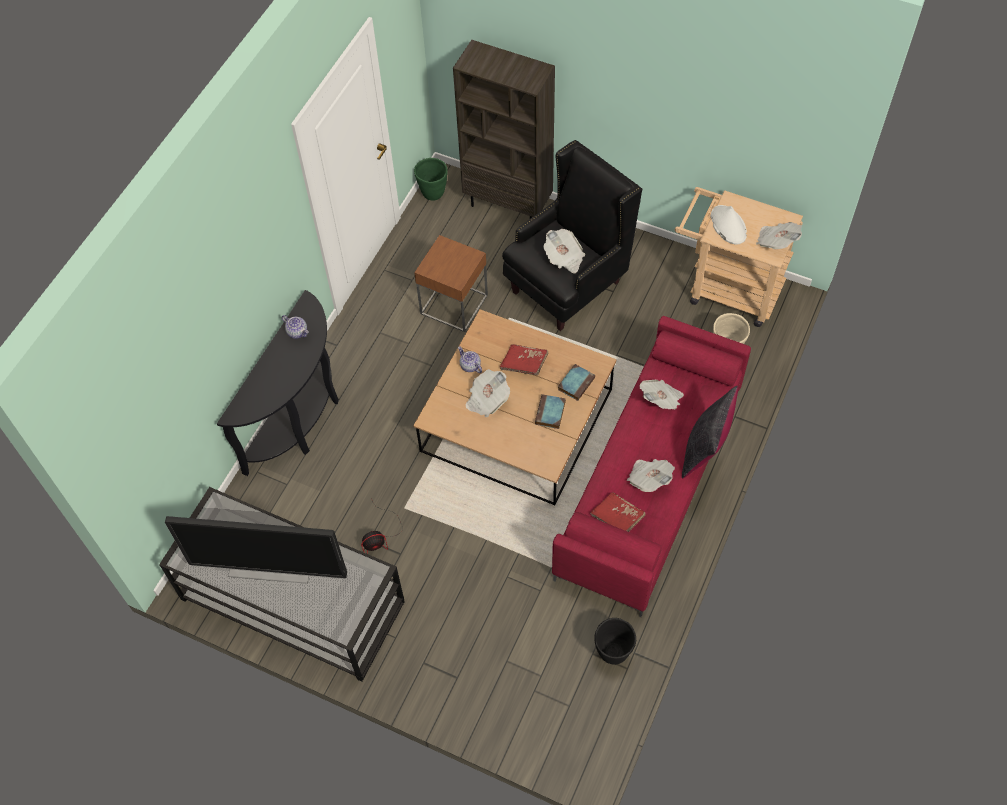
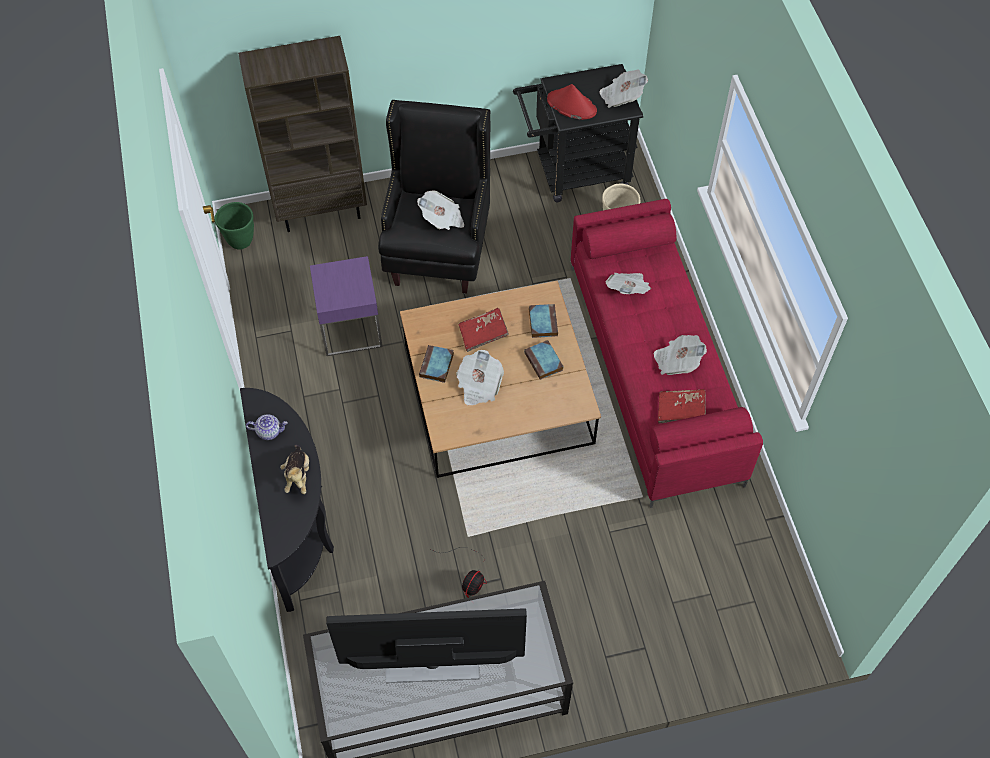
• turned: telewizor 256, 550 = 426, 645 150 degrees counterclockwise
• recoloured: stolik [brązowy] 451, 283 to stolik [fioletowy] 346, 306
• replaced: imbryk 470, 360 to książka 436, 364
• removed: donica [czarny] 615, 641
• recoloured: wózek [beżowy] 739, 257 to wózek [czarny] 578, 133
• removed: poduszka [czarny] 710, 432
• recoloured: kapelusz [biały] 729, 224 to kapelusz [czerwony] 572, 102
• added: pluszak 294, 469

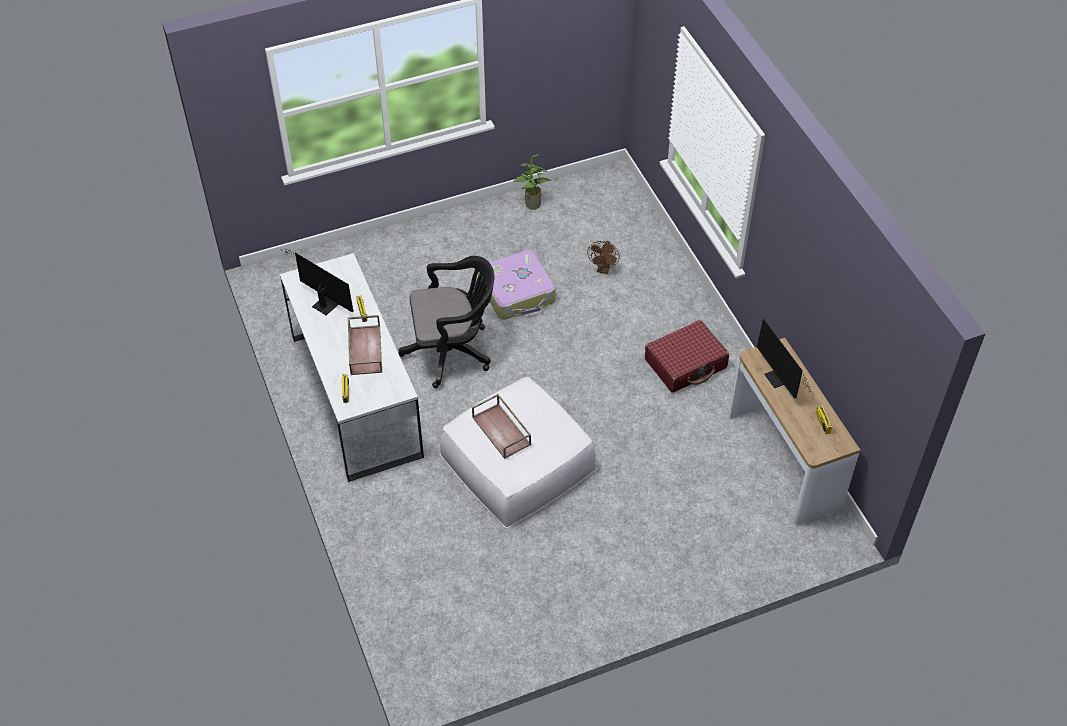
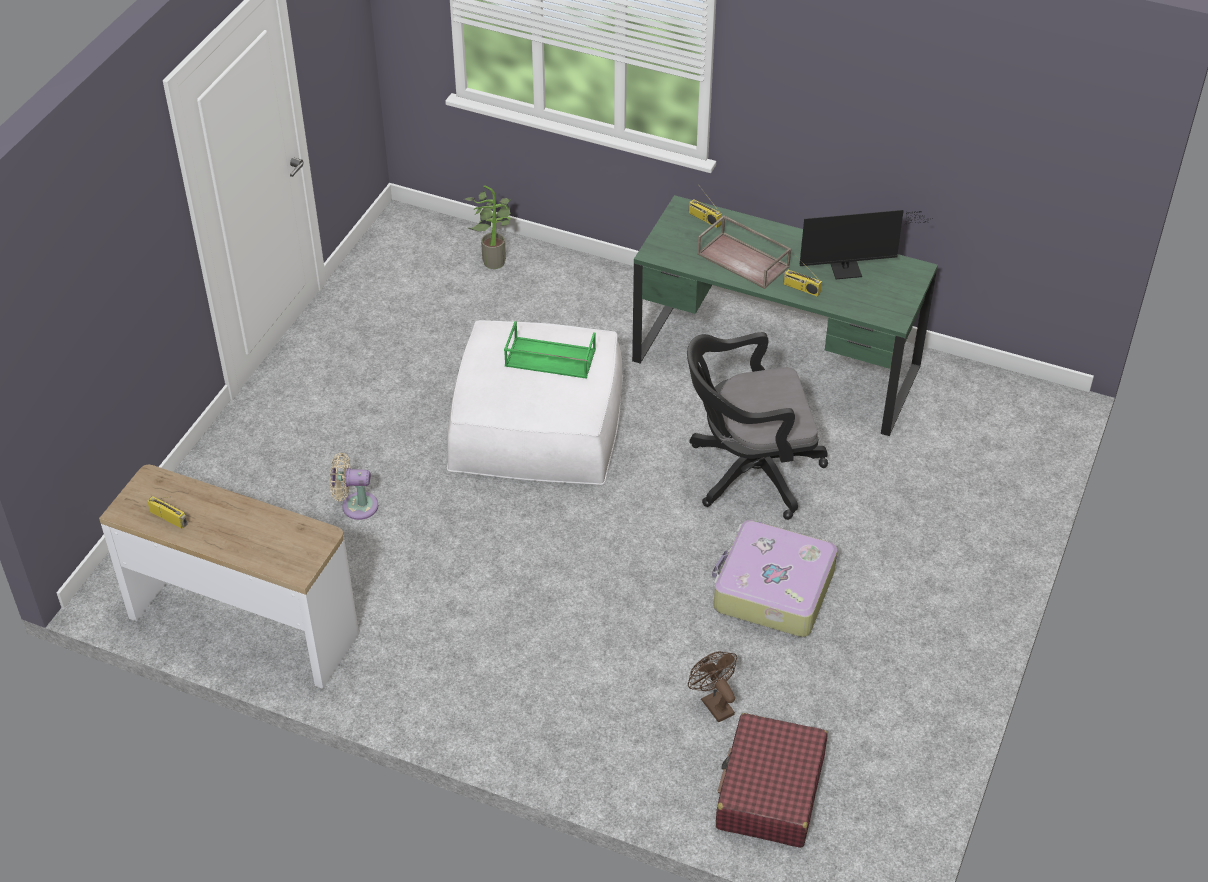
• recoloured: biurko [biały] 352, 367 to biurko [zielony] 785, 315
• turned: krzesło biurowe [czarny] 446, 322 = 757, 426 45 degrees clockwise
• recoloured: taca [brązowy] 501, 426 to taca [zielony] 550, 350
• moved: roślina doniczkowa 532, 182 to 487, 227
• moved: walizka [czerwony] 687, 356 to 772, 780
• removed: monitor 784, 358
• added: wentylator [beżowy] 354, 486

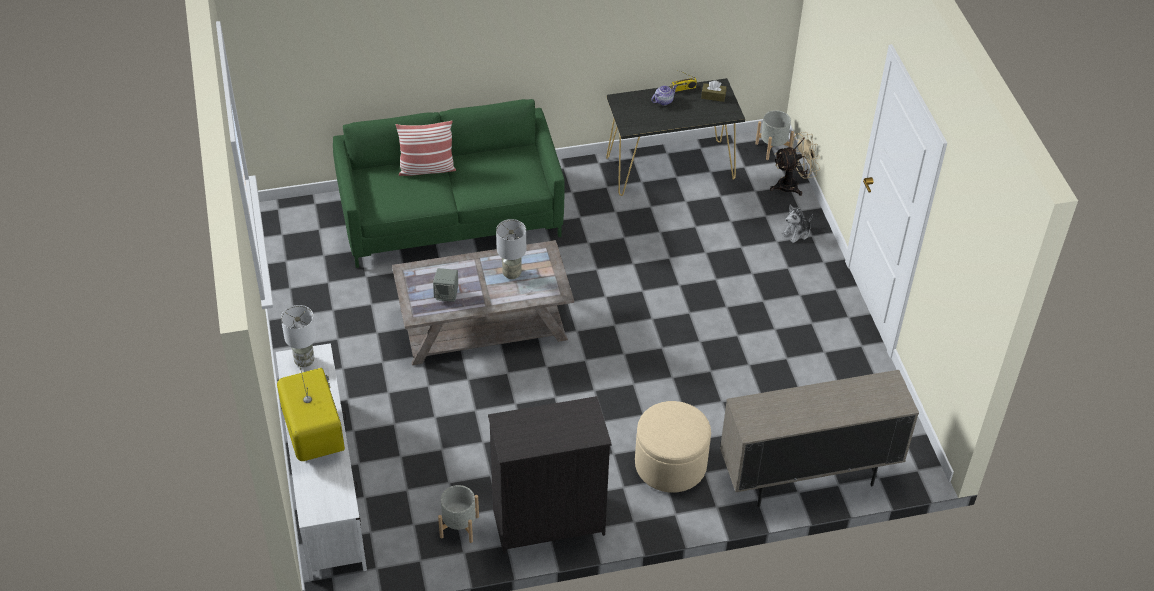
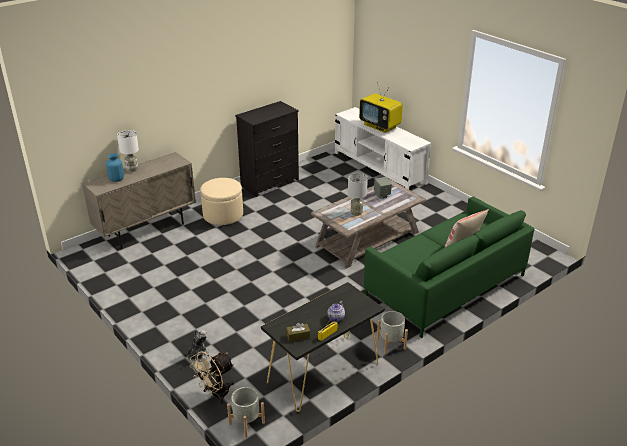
• moved: lampa stołowa [biały] 298, 336 to 128, 151
• moved: donica [szary] 458, 514 to 392, 332
• added: wazon [niebieski] 115, 167

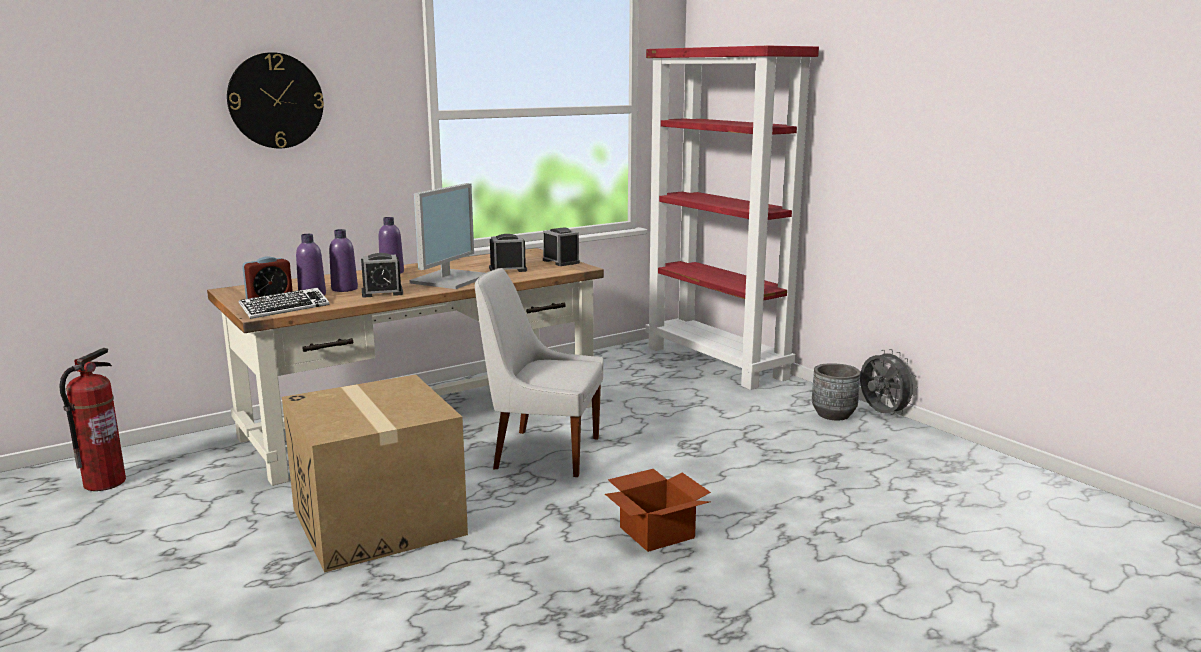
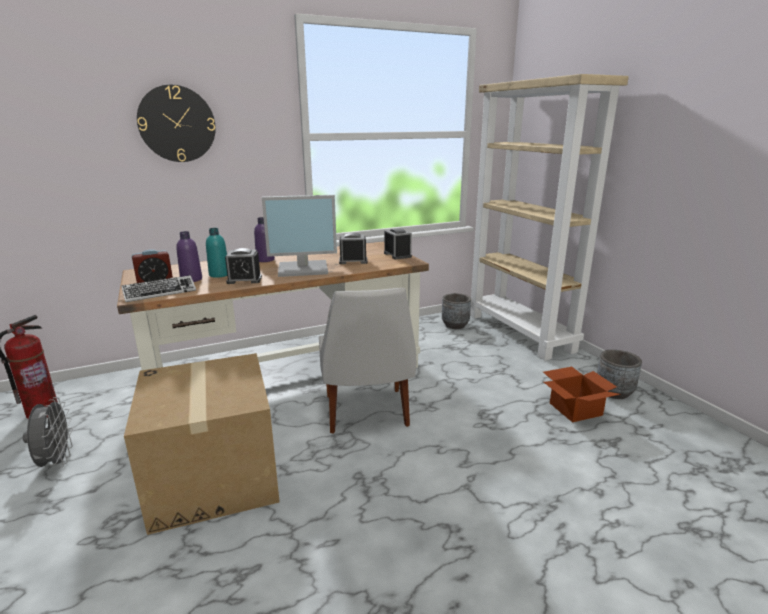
• recoloured: butelka [fioletowy] 343, 260 to butelka [turkusowy] 216, 253
• turned: monitor 447, 236 = 299, 236 45 degrees clockwise
• turned: krzesło [biały] 539, 372 = 367, 360 120 degrees counterclockwise
• moved: karton 658, 510 to 581, 394
• recoloured: regał [czerwony] 732, 218 to regał [beżowy] 549, 217
• moved: wentylator [szary] 889, 382 to 48, 432
• added: donica [szary] 456, 311

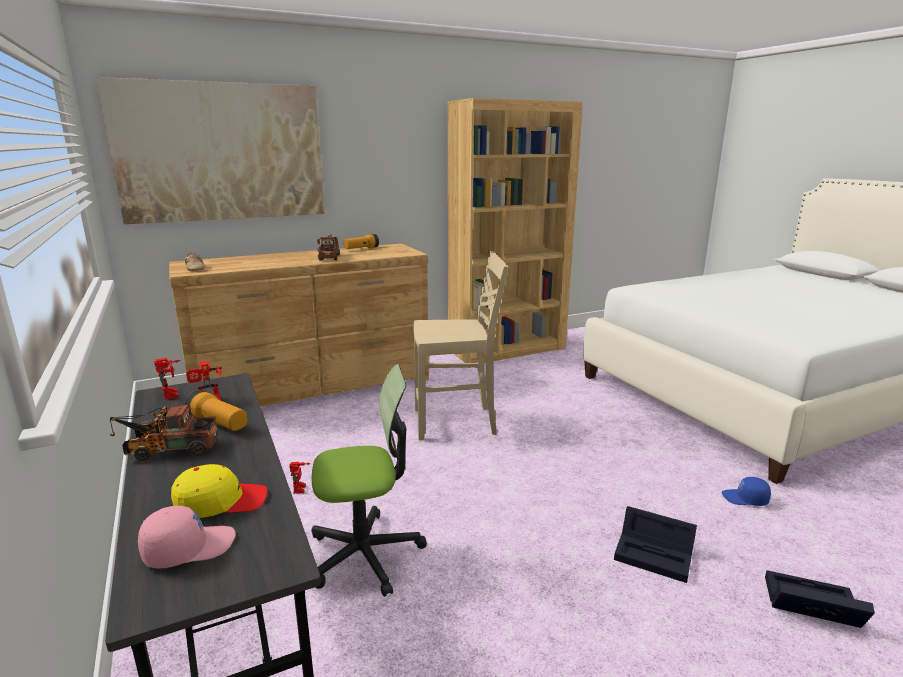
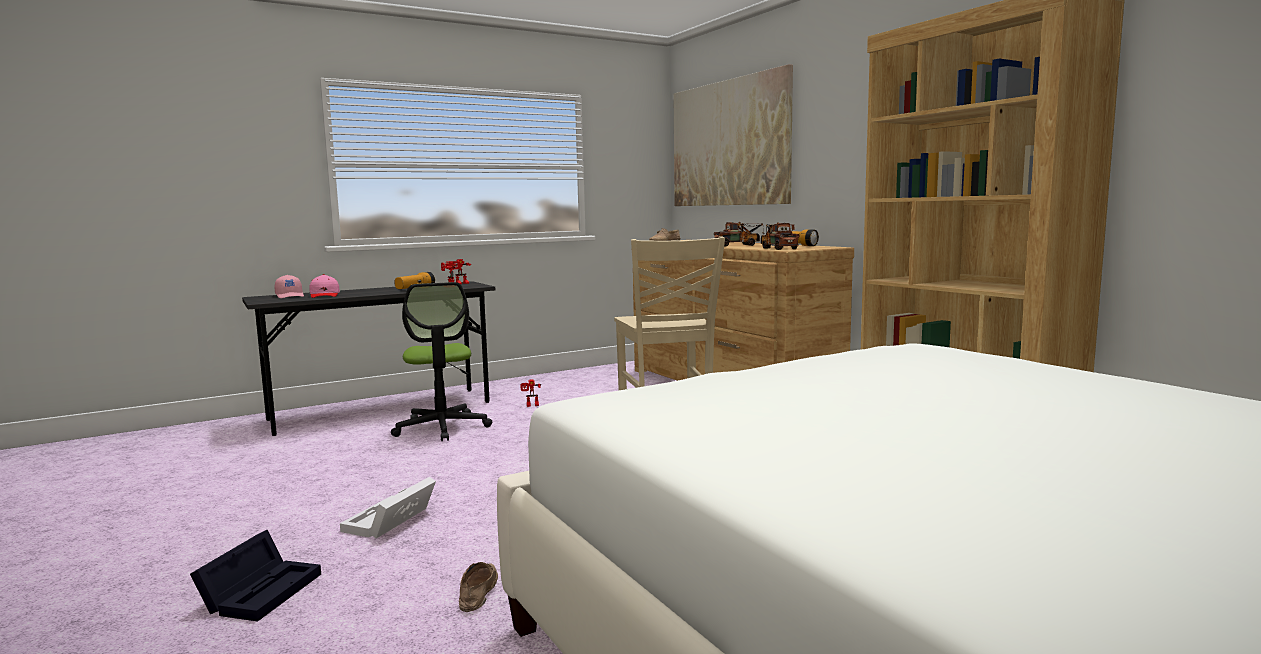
• moved: ciężarówka zabawkowa 164, 432 to 779, 236
• recoloured: czapka z daszkiem [żółty] 219, 491 to czapka z daszkiem [różowy] 324, 286
• recoloured: pojemnik do przechowywania [czarny] 655, 544 to pojemnik do przechowywania [biały] 388, 507
• replaced: czapka z daszkiem [niebieski] 746, 491 to but [beżowy] 478, 587

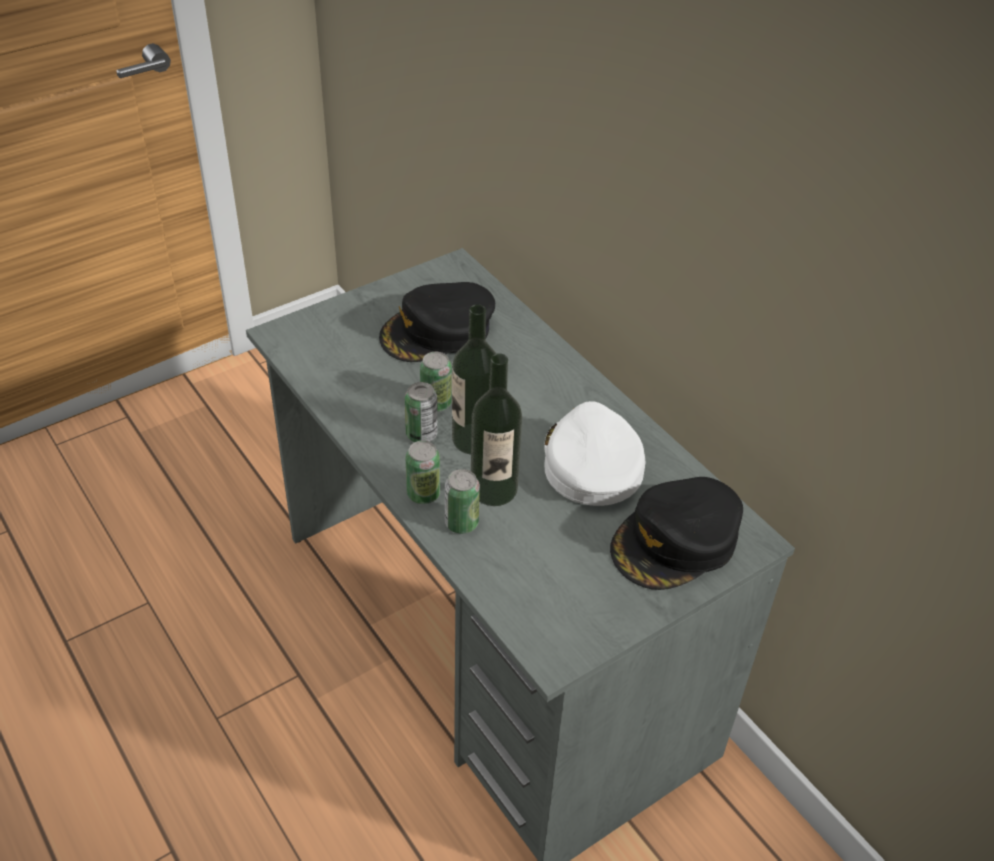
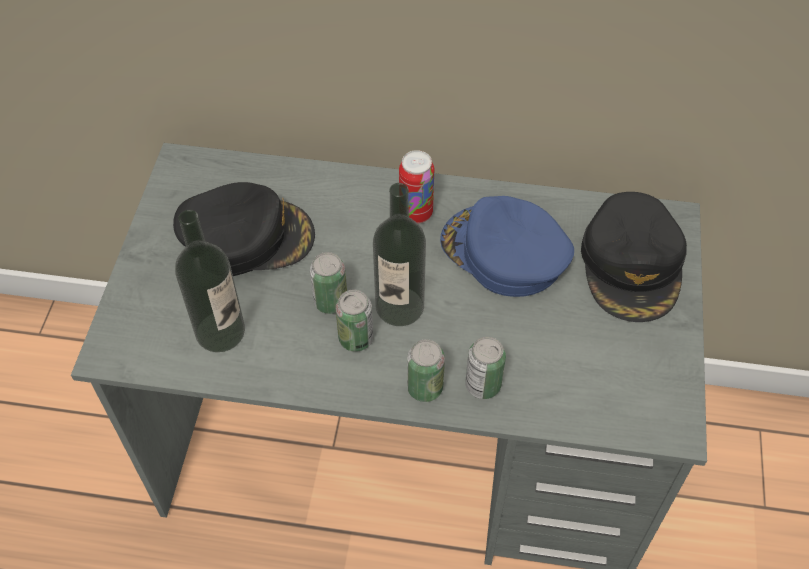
• turned: czapka z daszkiem [czarny] 437, 322 = 244, 229 105 degrees counterclockwise
• moved: butelka 496, 429 to 210, 281
• recoloured: czapka z daszkiem [biały] 594, 453 to czapka z daszkiem [niebieski] 507, 246
• added: puszka 416, 187

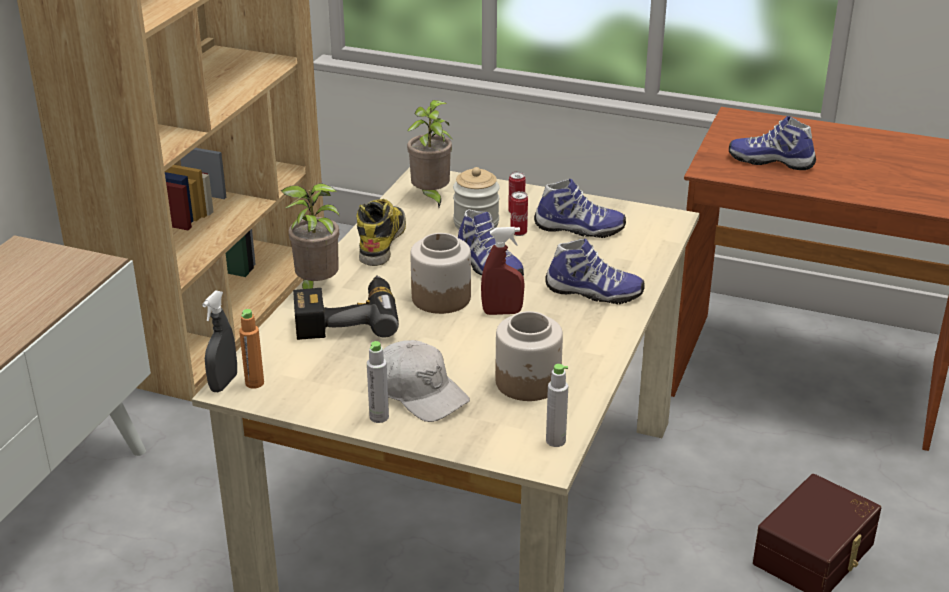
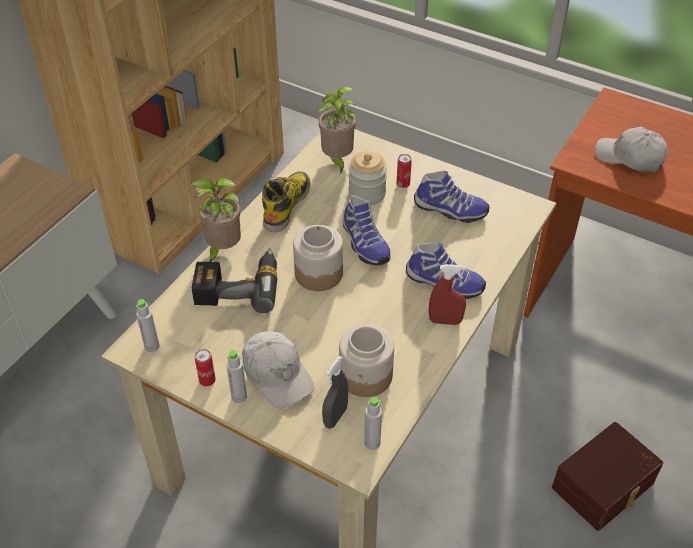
• moved: spryskiwacz [szary] 219, 341 to 335, 392
• recoloured: butelka [pomarańczowy] 251, 349 to butelka [szary] 148, 325
• moved: spryskiwacz [czerwony] 503, 271 to 447, 294
• moved: puszka 519, 213 to 205, 368
• replaced: but 772, 143 to czapka z daszkiem [biały] 631, 149

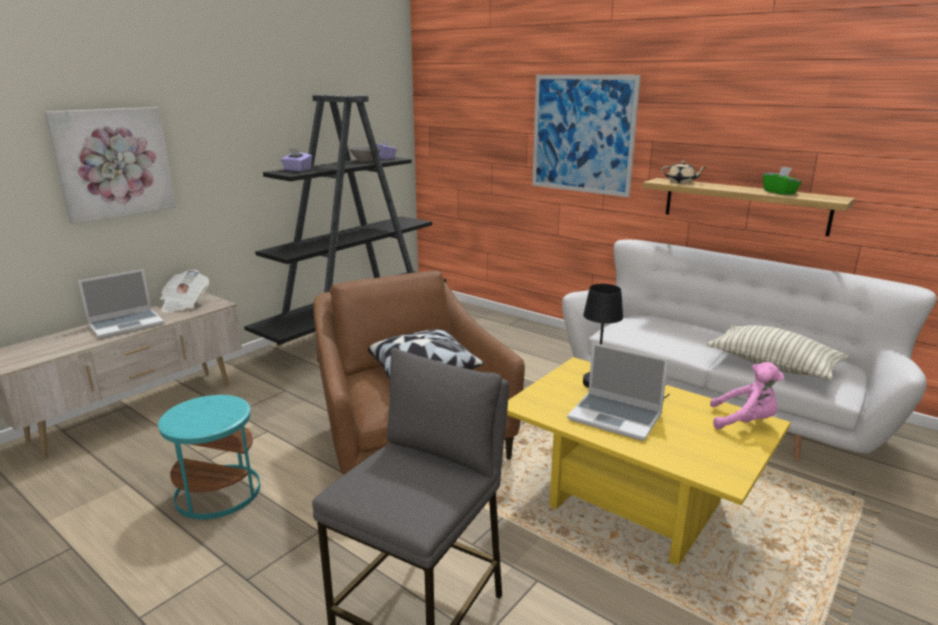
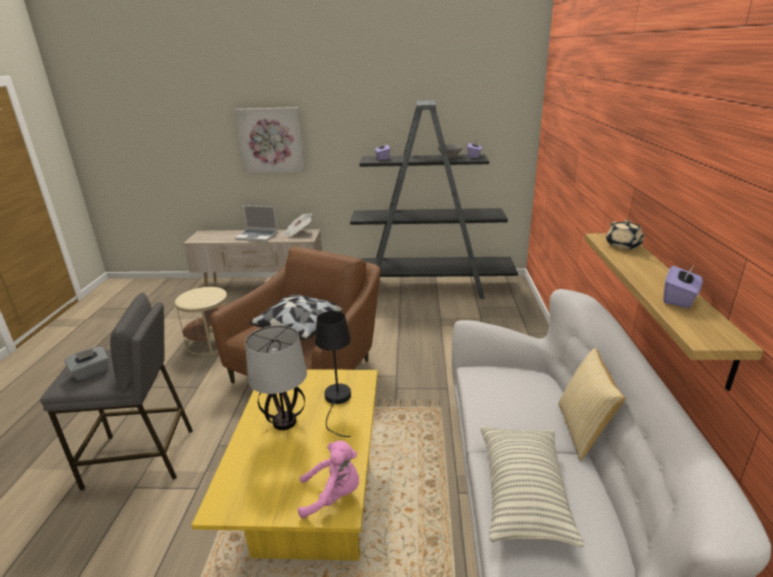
• recoloured: stolik [turkusowy] 209, 457 to stolik [beżowy] 201, 321
• removed: obraz 586, 136
• replaced: laptop 617, 391 to lampa stołowa 276, 377
• turned: pluszak [różowy] 747, 395 = 328, 479 75 degrees counterclockwise
• recoloured: pudełko chusteczek [zielony] 782, 180 to pudełko chusteczek [fioletowy] 683, 285
• added: pudełko chusteczek [szary] 86, 363
• added: poduszka 591, 404

